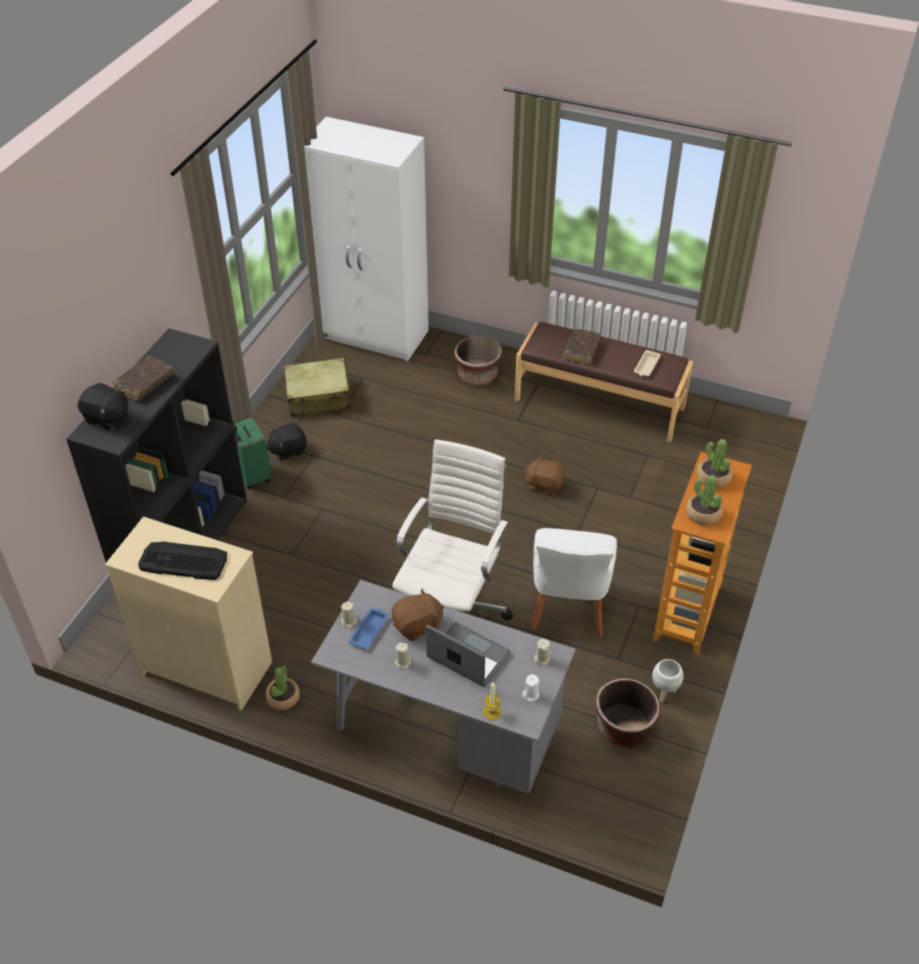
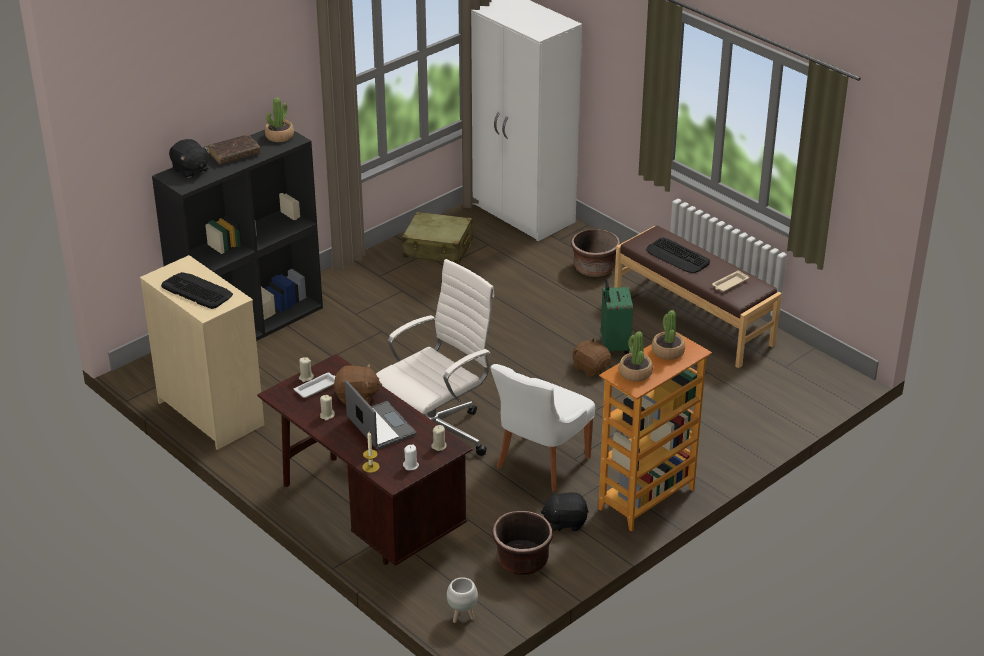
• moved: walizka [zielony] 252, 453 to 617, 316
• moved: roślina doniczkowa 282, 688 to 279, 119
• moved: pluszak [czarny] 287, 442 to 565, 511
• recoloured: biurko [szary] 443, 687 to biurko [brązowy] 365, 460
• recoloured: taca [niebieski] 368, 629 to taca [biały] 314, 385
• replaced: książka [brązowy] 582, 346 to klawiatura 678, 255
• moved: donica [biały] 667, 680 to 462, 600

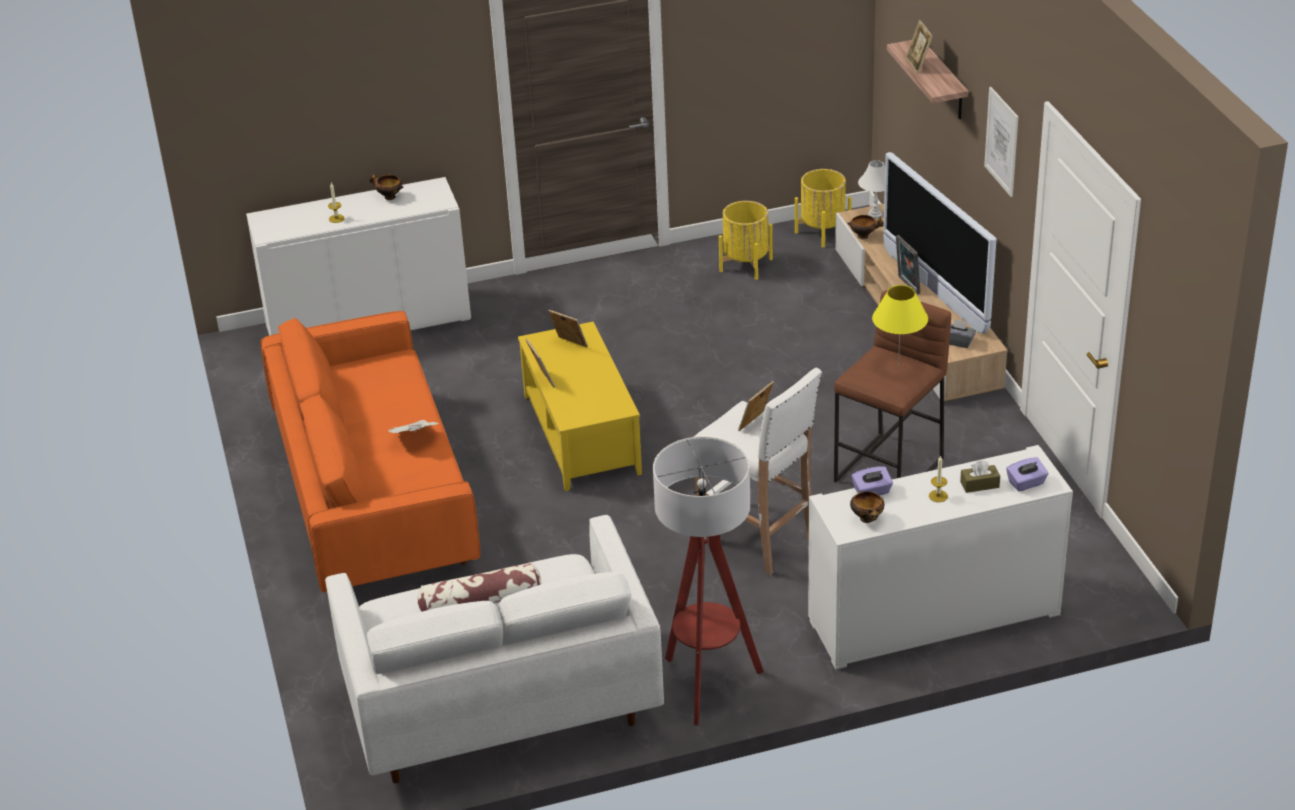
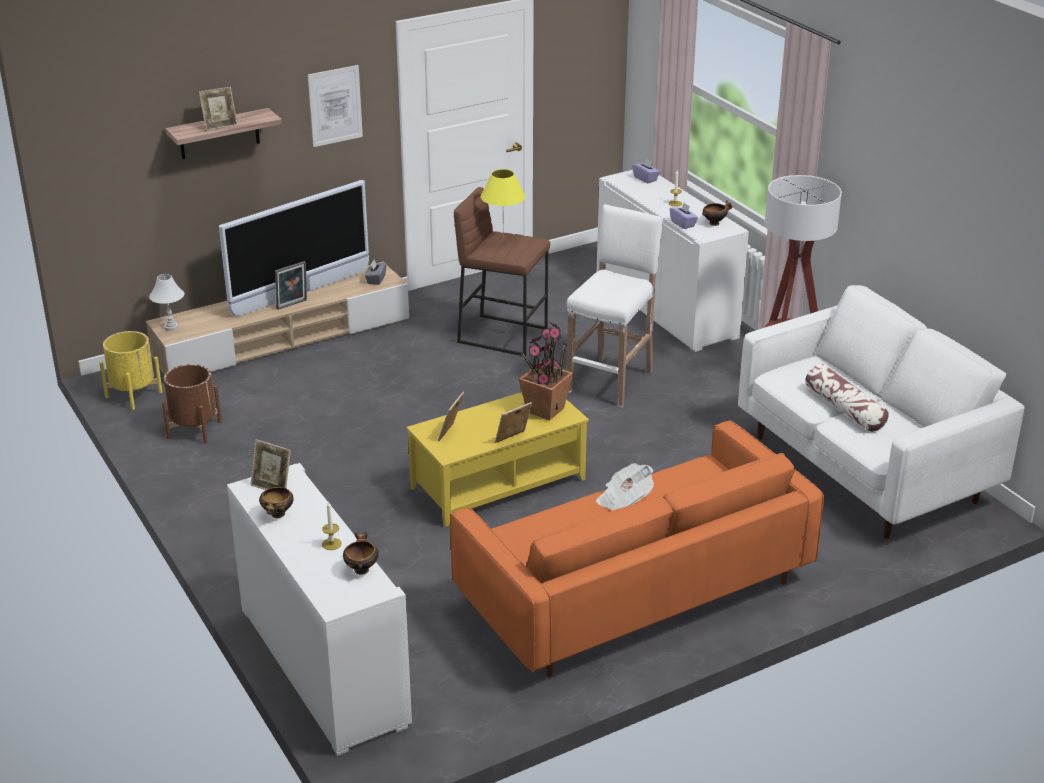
• recoloured: donica [żółty] 746, 240 to donica [brązowy] 192, 404
• moved: ramka na zdjęcie 756, 406 to 270, 464
• moved: miska 865, 227 to 361, 553
• removed: pudełko chusteczek [brązowy] 980, 476
• added: roślina doniczkowa 546, 371

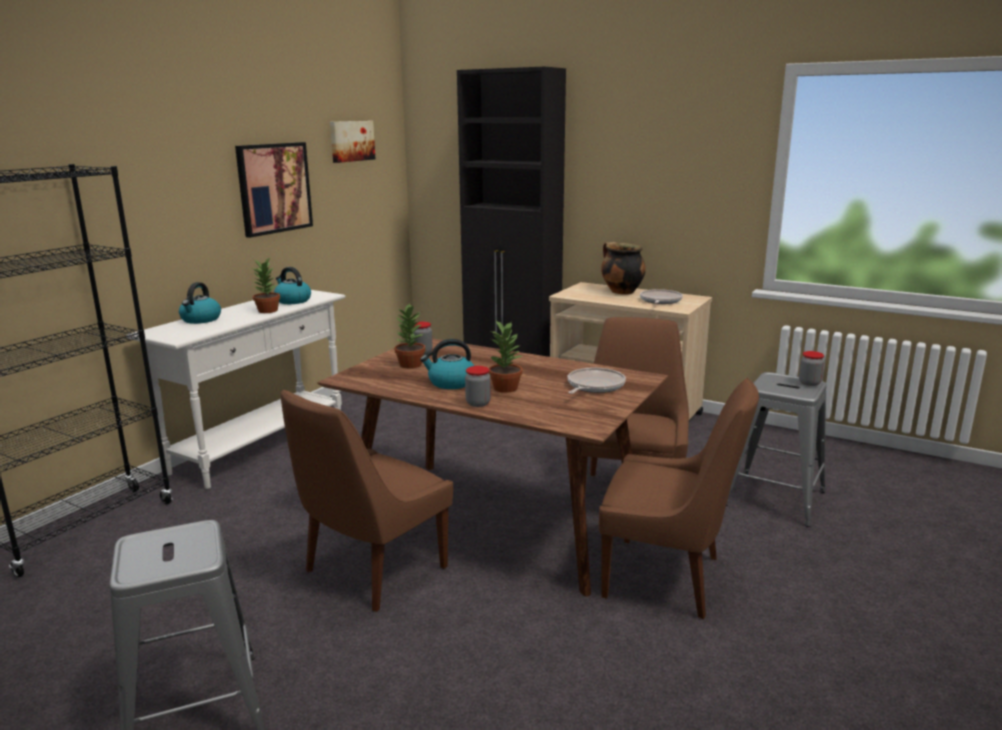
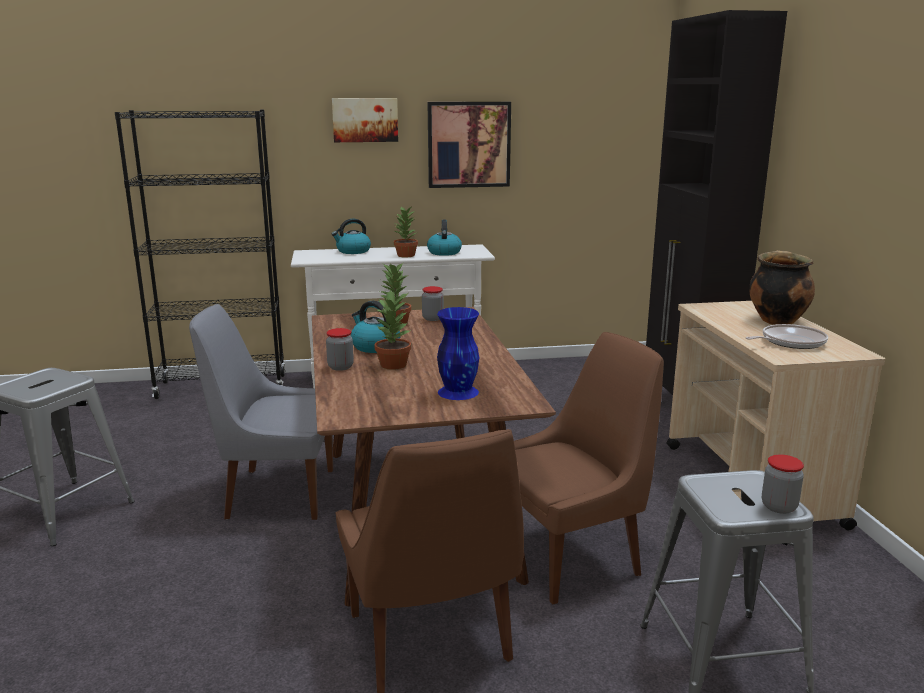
• recoloured: krzesło [brązowy] 366, 501 to krzesło [szary] 261, 412
• moved: obraz 352, 142 to 365, 120
• replaced: patelnia 597, 381 to wazon [niebieski] 458, 353

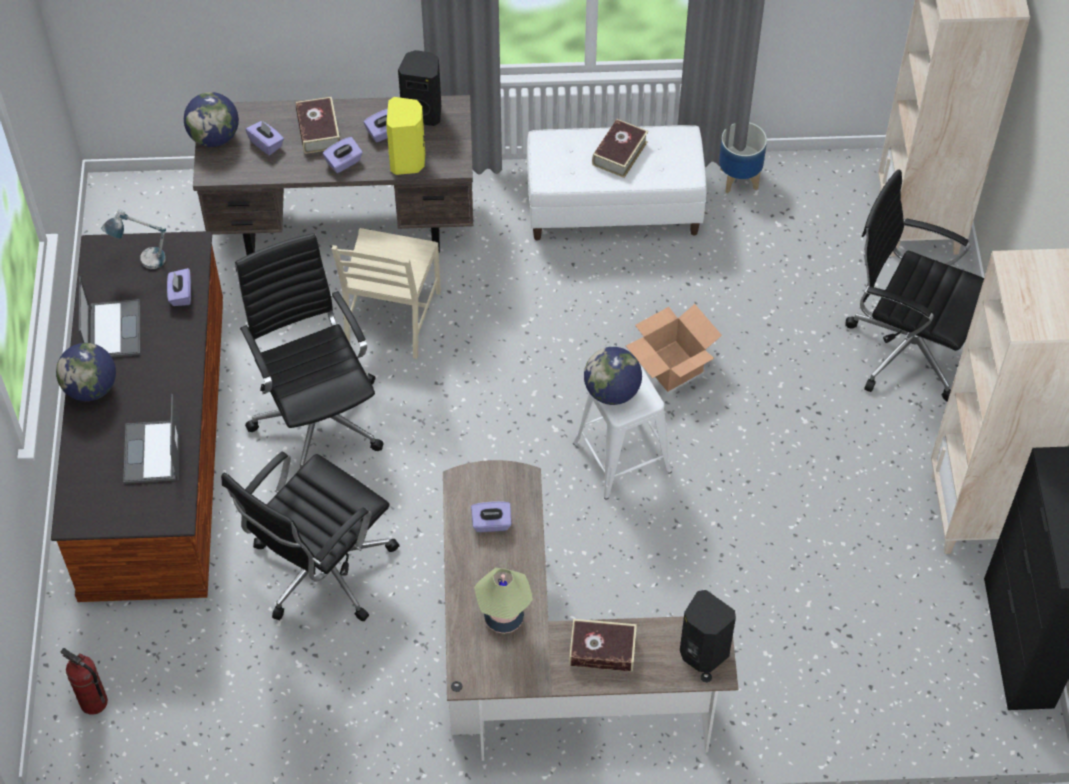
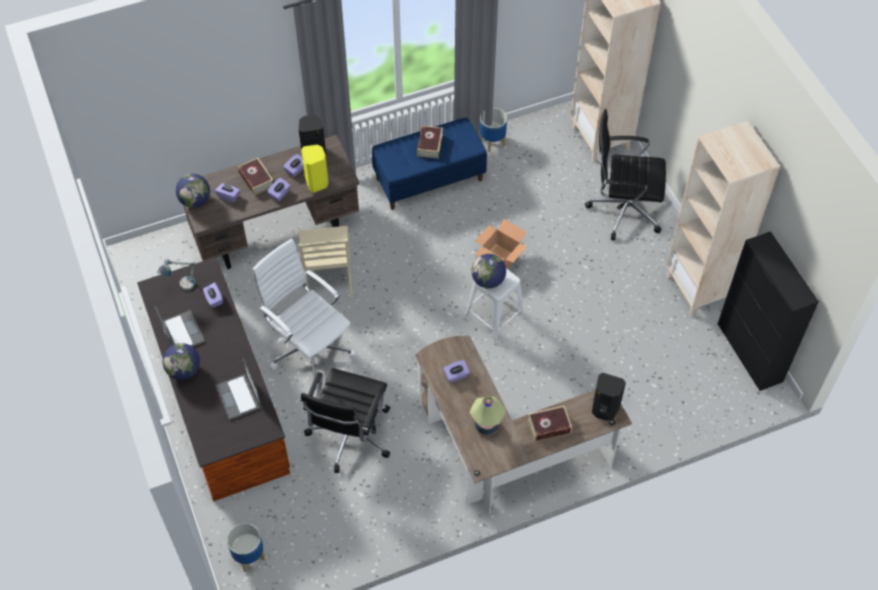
• replaced: gaśnica 84, 681 to donica 246, 547
• recoloured: krzesło biurowe [czarny] 309, 351 to krzesło biurowe [biały] 304, 314
• recoloured: ławka [biały] 617, 183 to ławka [niebieski] 429, 163

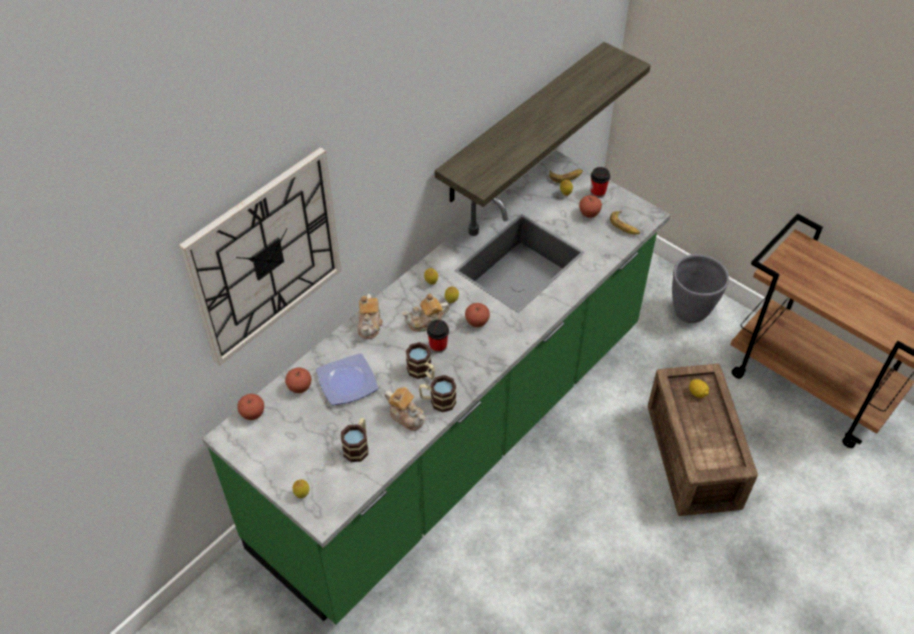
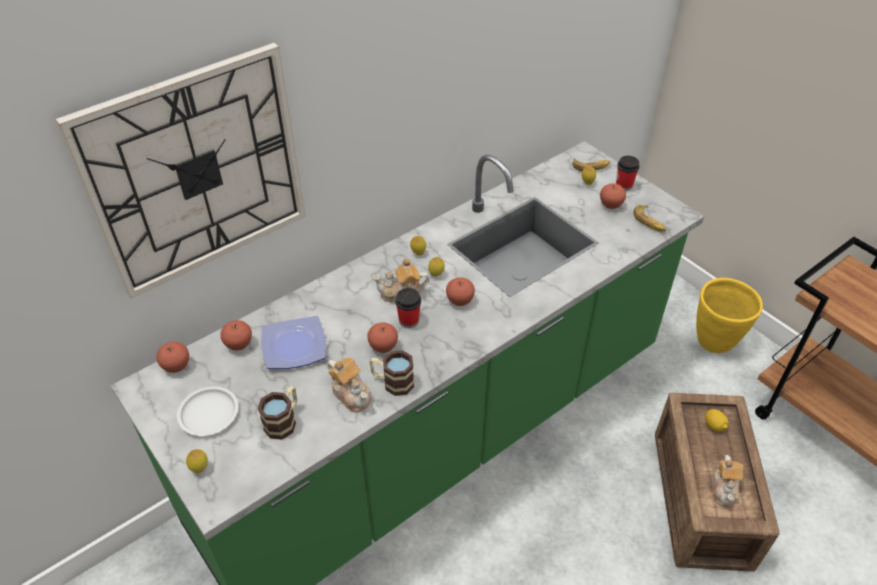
• moved: imbryk 370, 316 to 727, 481
• replaced: kubek 420, 360 to jabłko 382, 338
• removed: półka 543, 124
• recoloured: donica [szary] 700, 288 to donica [żółty] 729, 315
• added: talerz [biały] 207, 411

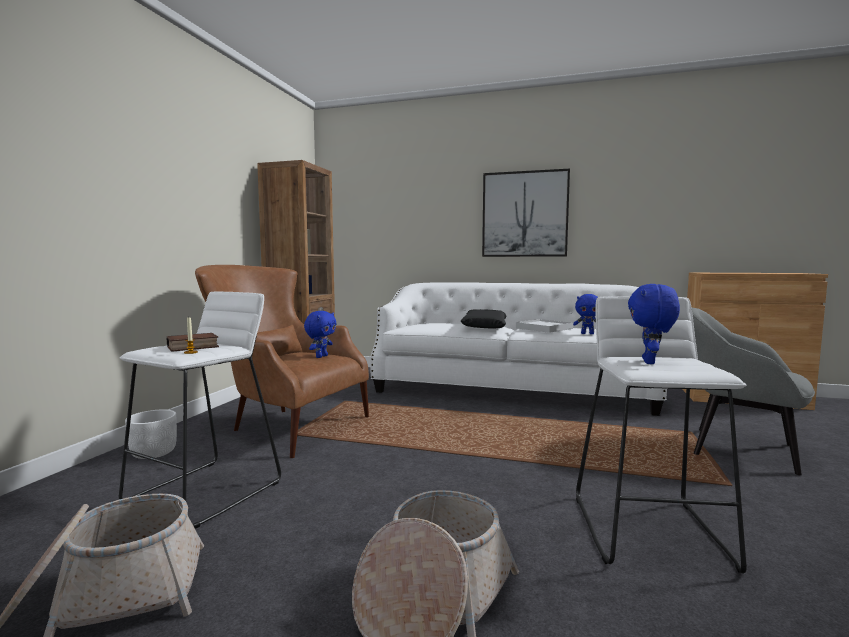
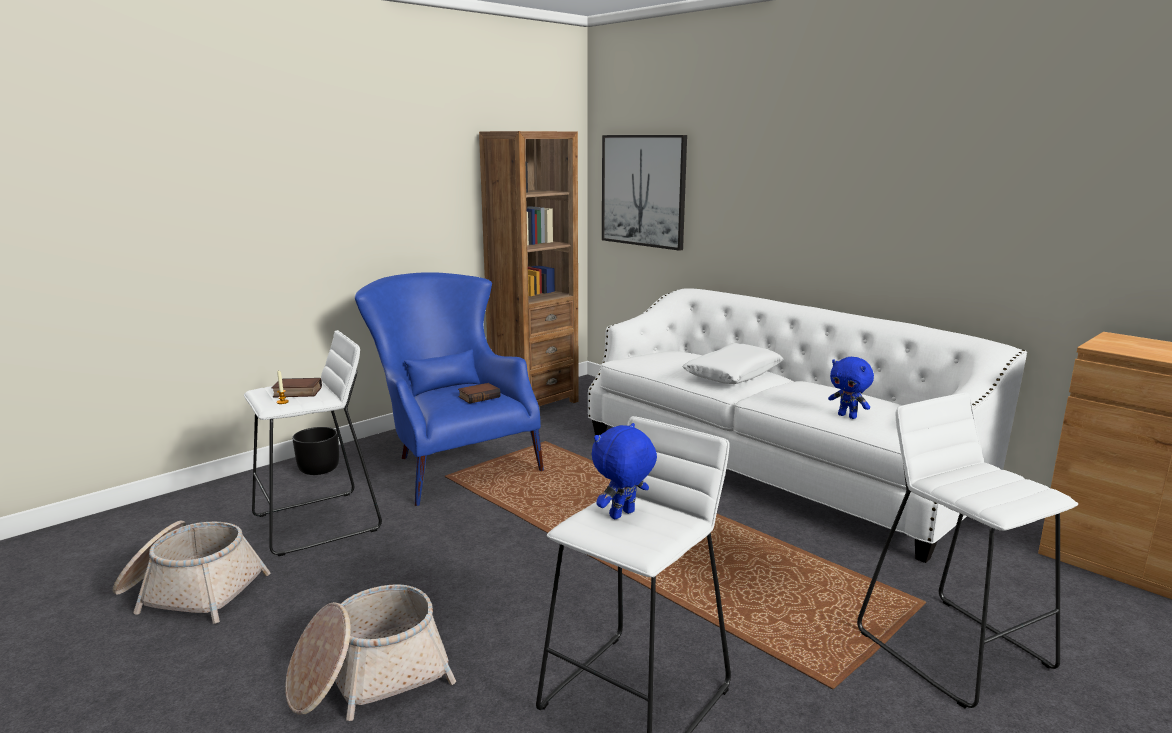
• recoloured: donica [biały] 151, 434 to donica [czarny] 315, 451
• recoloured: fotel [brązowy] 282, 361 to fotel [niebieski] 449, 389
• replaced: pluszak [niebieski] 320, 334 to książka 479, 393
• recoloured: poduszka [czarny] 483, 318 to poduszka [biały] 732, 363
• moved: obraz 526, 213 to 644, 193
• removed: taca [biały] 544, 326
• replaced: fotel [szary] 753, 391 to stołek [biały] 967, 551

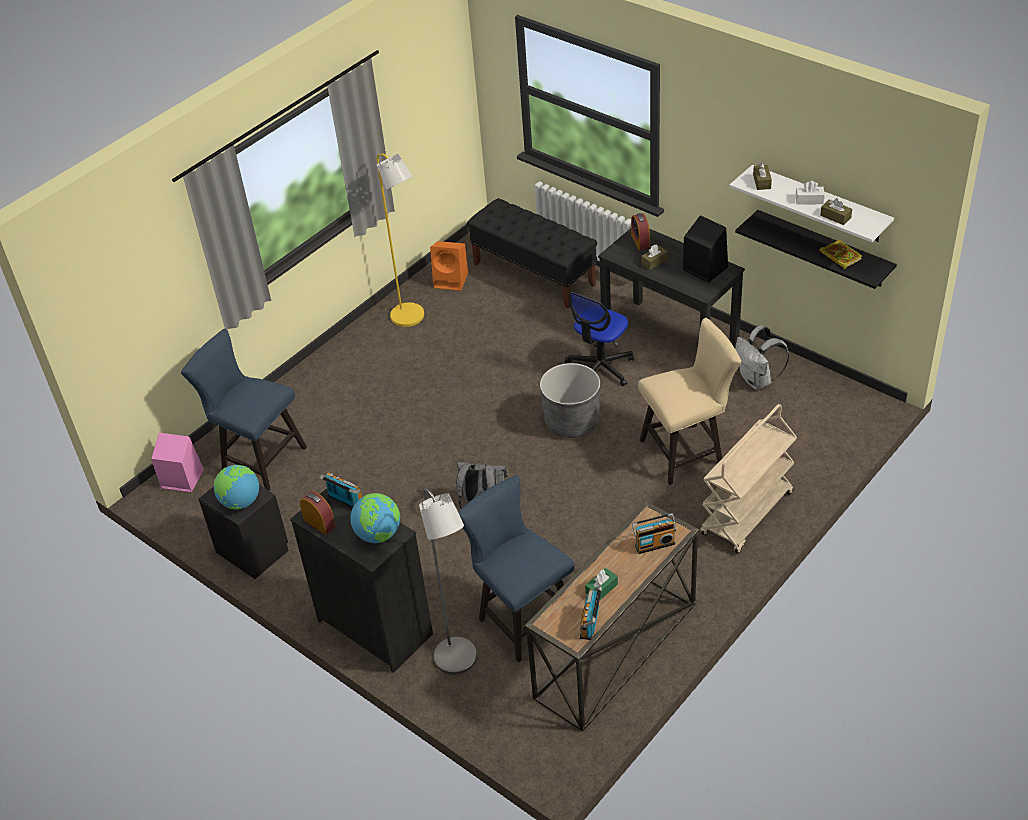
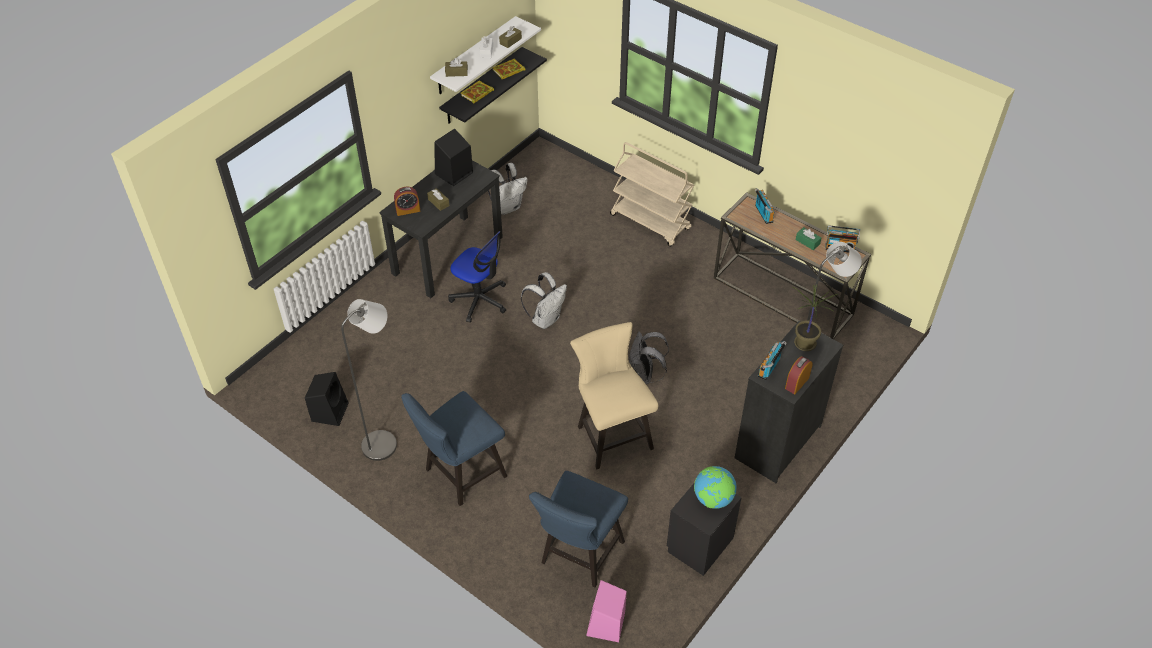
• replaced: globus 375, 518 to roślina doniczkowa 815, 317
• recoloured: lampa stojąca [żółty] 400, 240 to lampa stojąca [szary] 369, 380
• recoloured: głośnik [pomarańczowy] 449, 266 to głośnik [czarny] 327, 399
• moved: krzesło [niebieski] 516, 568 to 454, 448
• removed: ławka [czarny] 532, 253
• replaced: donica [szary] 570, 400 to plecak [biały] 544, 300
• moved: krzesło [beżowy] 689, 401 to 614, 396
• added: książka 477, 92

